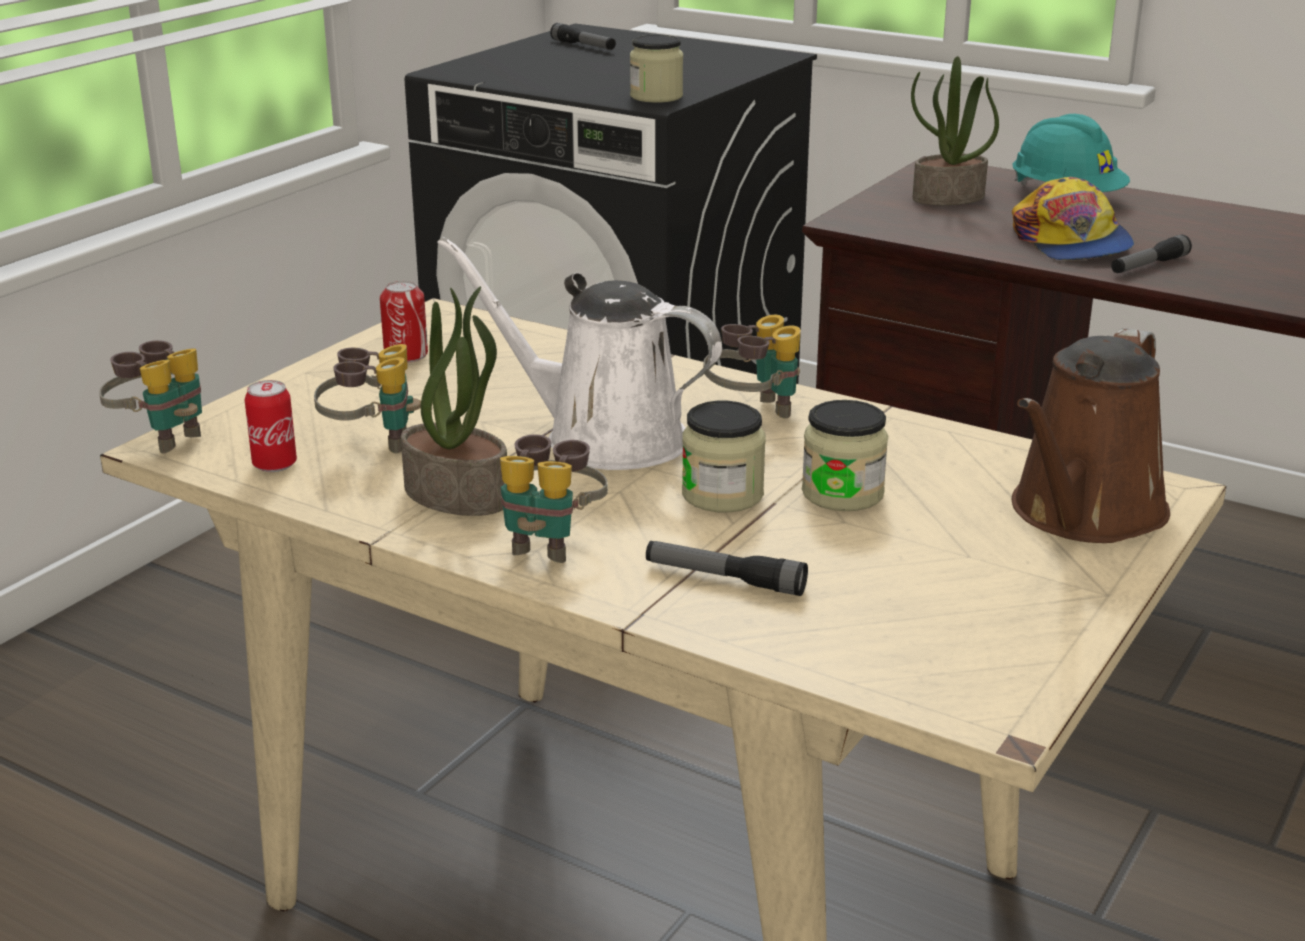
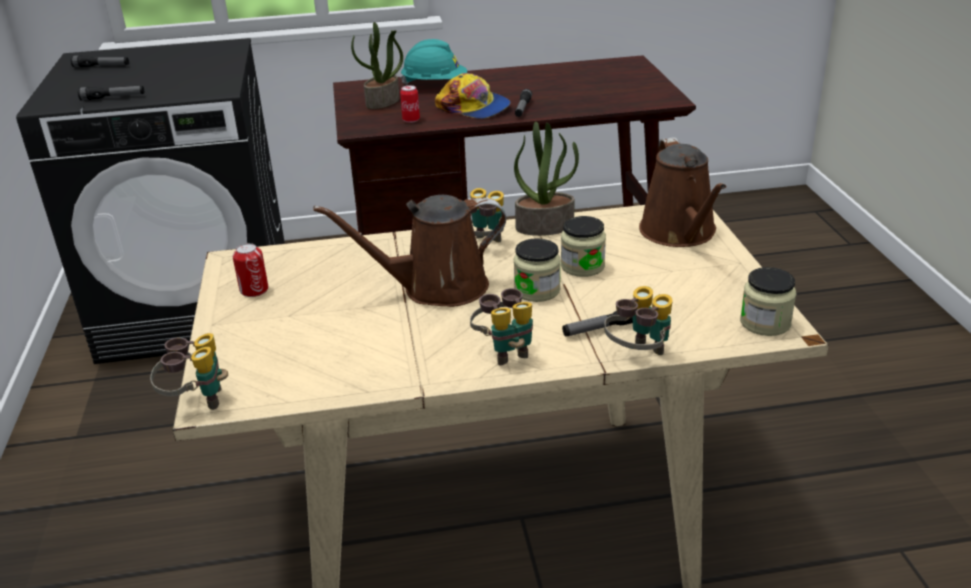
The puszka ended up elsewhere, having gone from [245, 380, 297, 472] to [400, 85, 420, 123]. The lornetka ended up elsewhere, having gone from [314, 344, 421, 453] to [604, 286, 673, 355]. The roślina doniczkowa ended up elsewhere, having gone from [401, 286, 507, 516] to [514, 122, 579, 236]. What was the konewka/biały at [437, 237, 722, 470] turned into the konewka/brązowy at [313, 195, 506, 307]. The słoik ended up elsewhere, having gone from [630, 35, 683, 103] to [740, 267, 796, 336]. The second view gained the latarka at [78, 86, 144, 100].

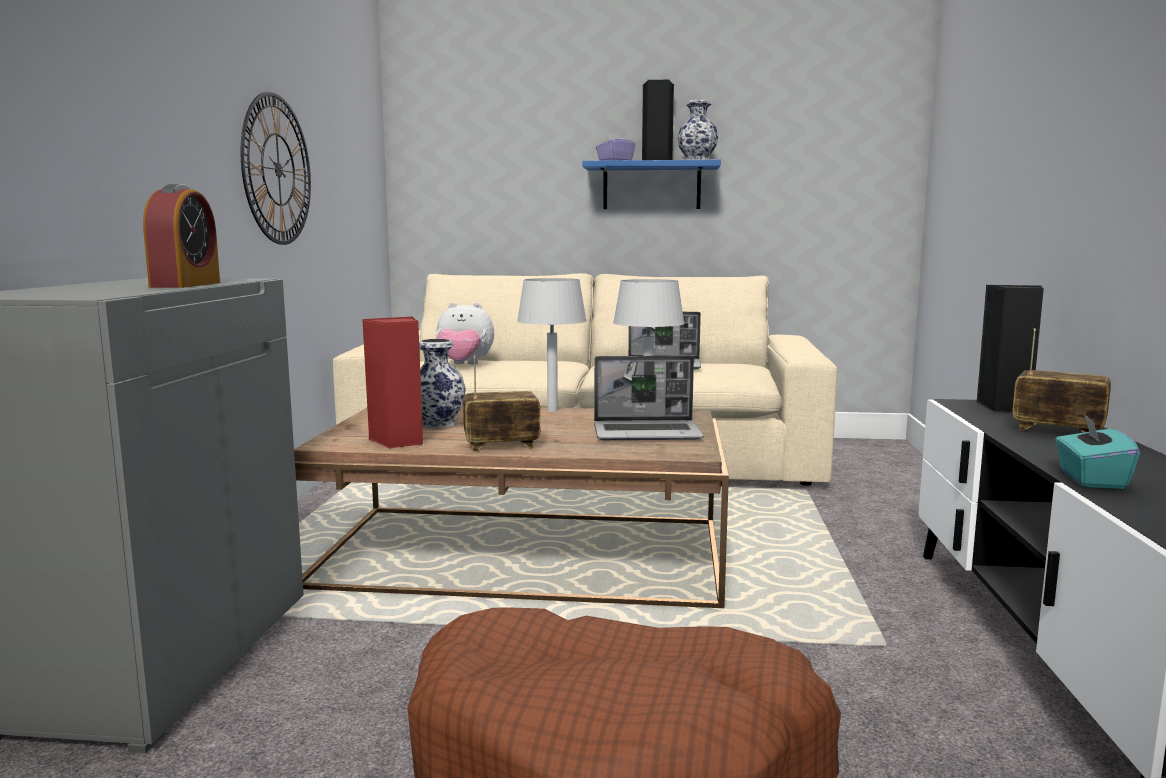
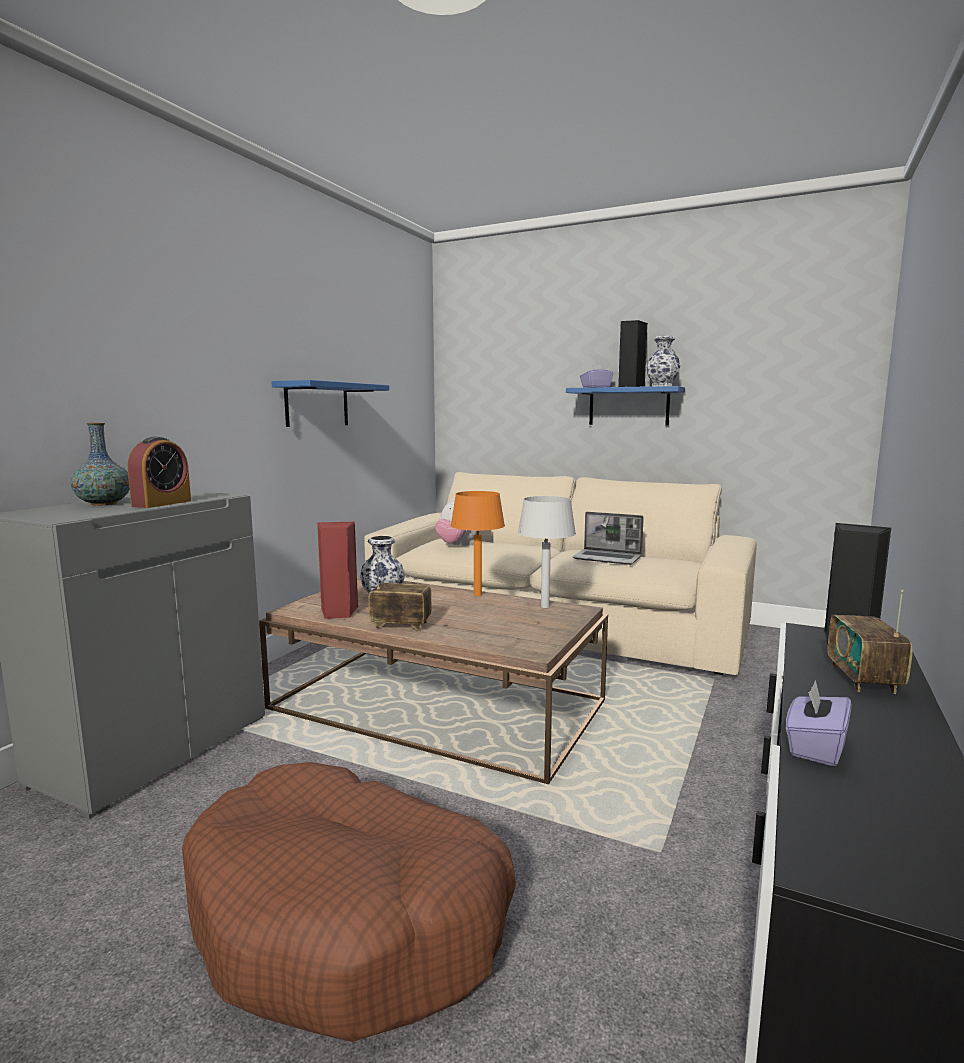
Where the zegar ścienny hung at [241, 92, 311, 245], the półka/niebieski came to hang at [271, 380, 389, 427]. What was the lampa stołowa/szary at [517, 278, 587, 412] turned into the lampa stołowa/pomarańczowy at [450, 491, 505, 596]. The second view lost the laptop at [594, 356, 704, 440]. The radio at [1012, 328, 1111, 433] ended up facing another way, 135 degrees counterclockwise from before. What was the pudełko chusteczek/turkusowy at [1055, 414, 1140, 489] turned into the pudełko chusteczek/fioletowy at [786, 680, 852, 766]. The second view gained the wazon at [70, 423, 130, 506].

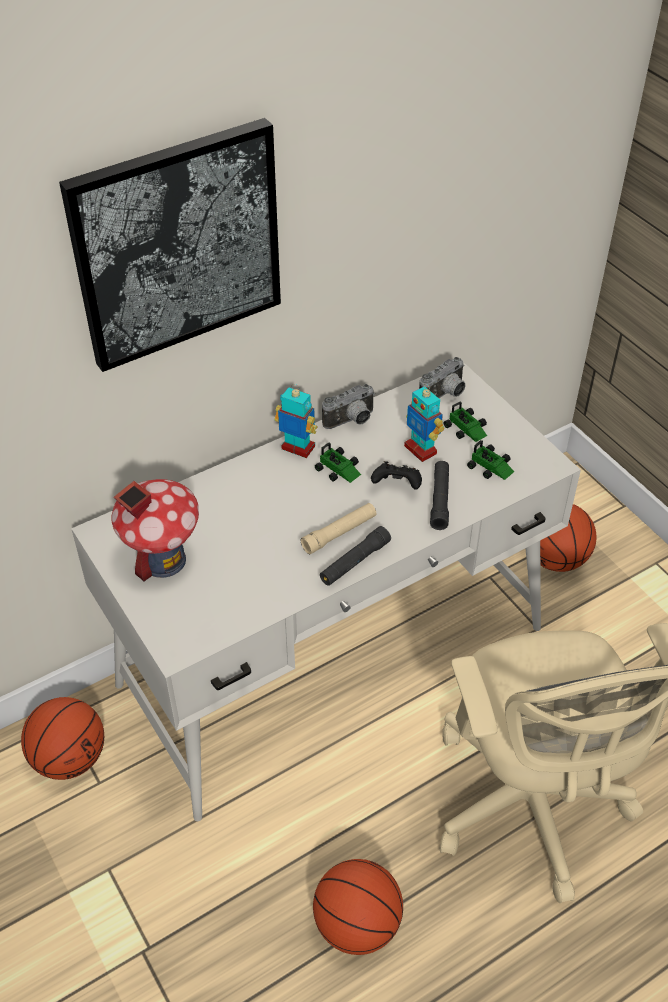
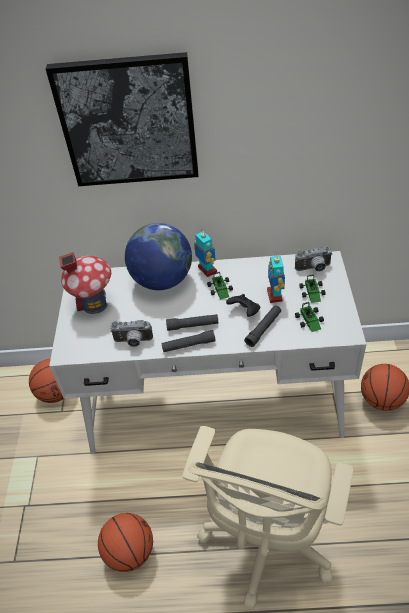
What was the latarka/beżowy at [300, 503, 376, 554] turned into the latarka/czarny at [166, 314, 218, 331]. The aparat fotograficzny ended up elsewhere, having gone from [322, 384, 375, 429] to [110, 320, 153, 347]. The second view gained the globus at [125, 223, 192, 290].

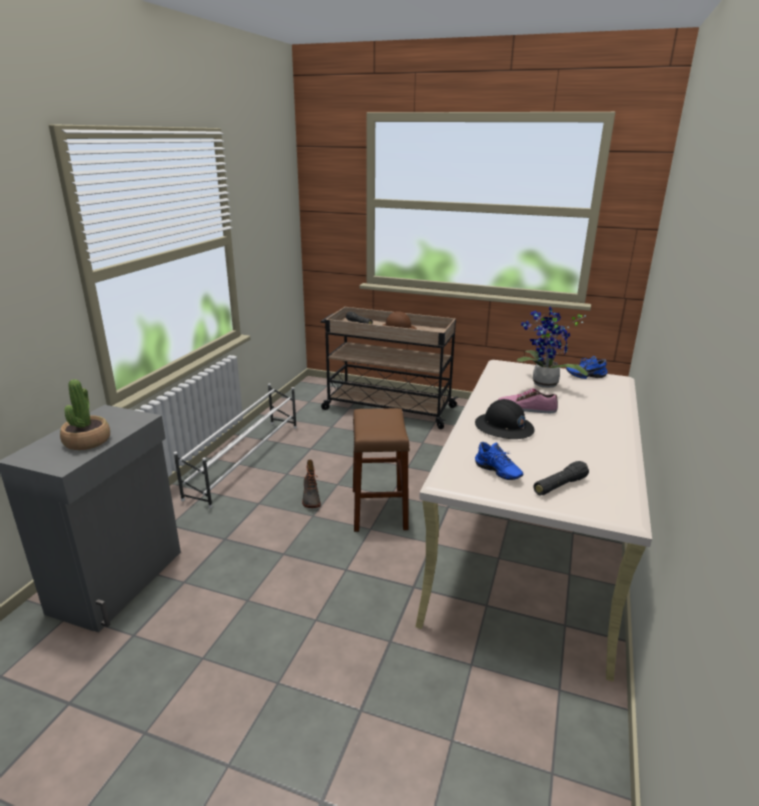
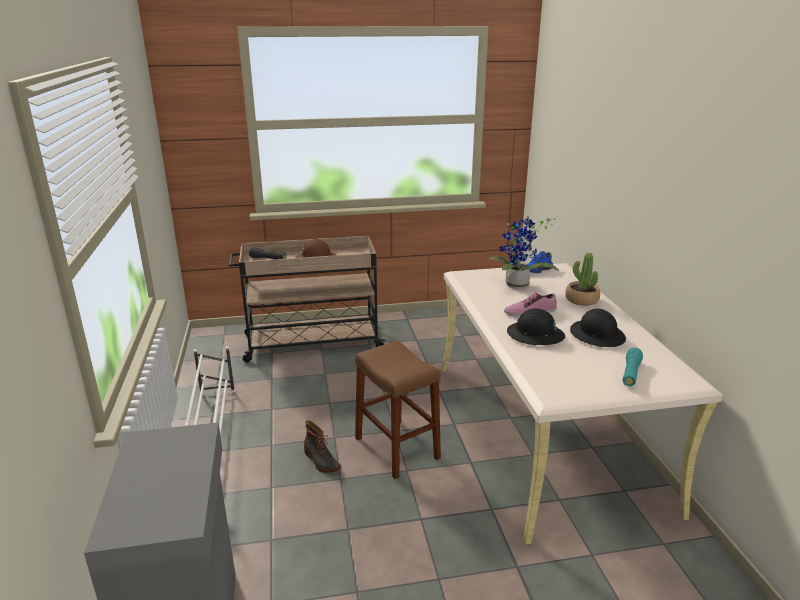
The roślina doniczkowa ended up elsewhere, having gone from [60, 379, 110, 450] to [565, 253, 600, 306]. The second view lost the but/niebieski at [475, 442, 523, 480]. What was the latarka/czarny at [534, 461, 589, 495] turned into the latarka/turkusowy at [623, 348, 643, 386]. The second view gained the kask/czarny at [570, 309, 626, 347].

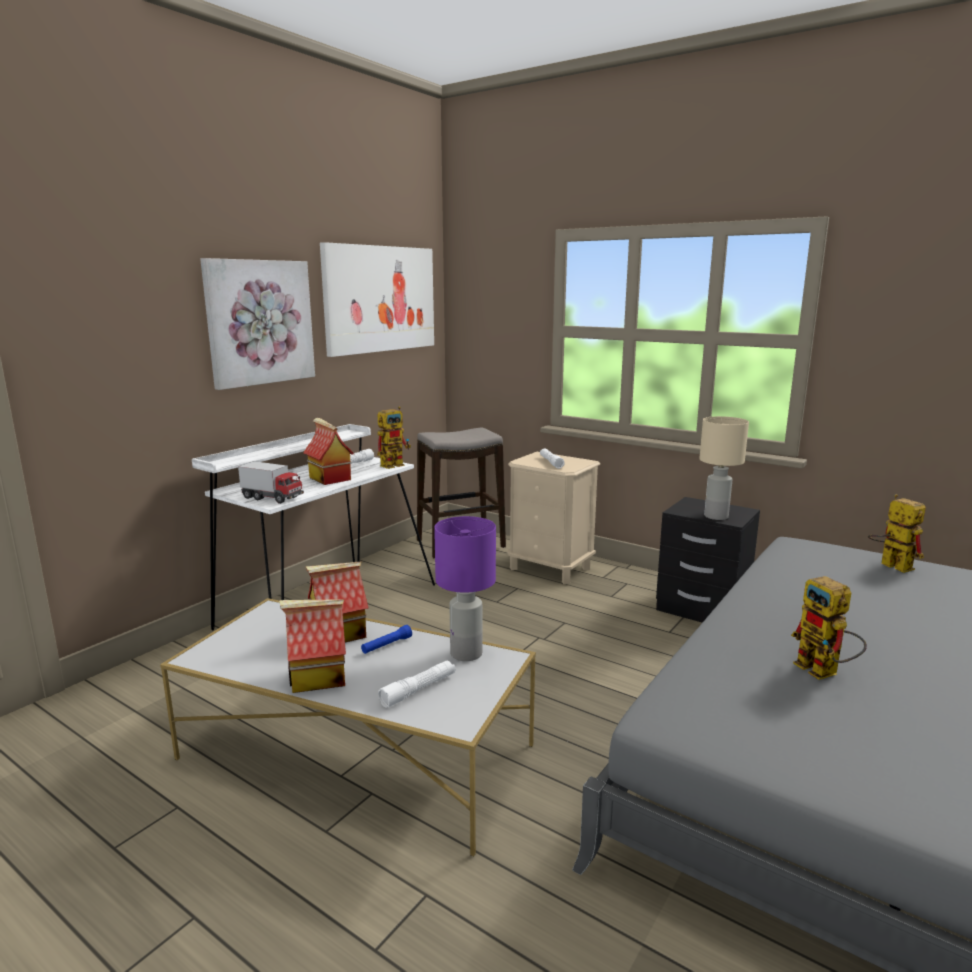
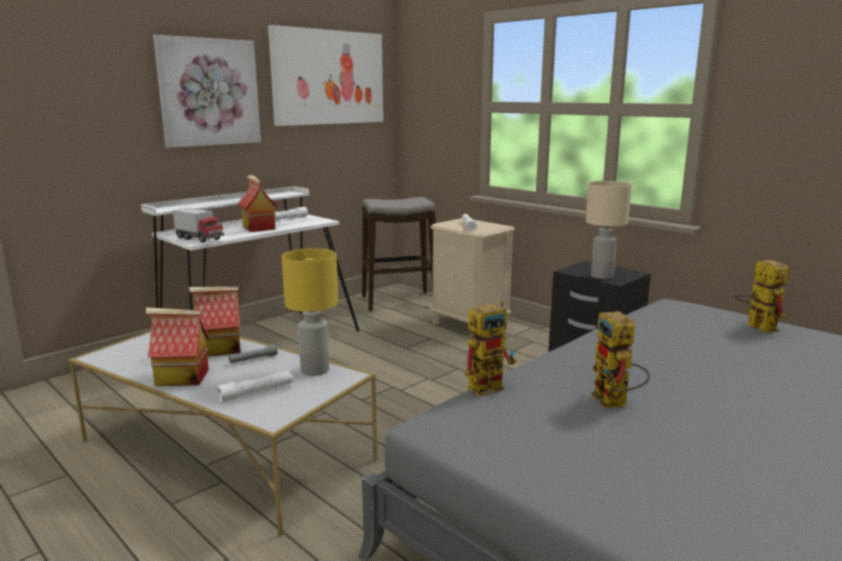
What was the latarka/niebieski at [361, 625, 412, 654] turned into the latarka/szary at [228, 344, 277, 364]. The robot zabawkowy ended up elsewhere, having gone from [377, 406, 411, 469] to [465, 300, 516, 397]. What was the lampa stołowa/fioletowy at [434, 516, 496, 661] turned into the lampa stołowa/żółty at [282, 248, 338, 376].

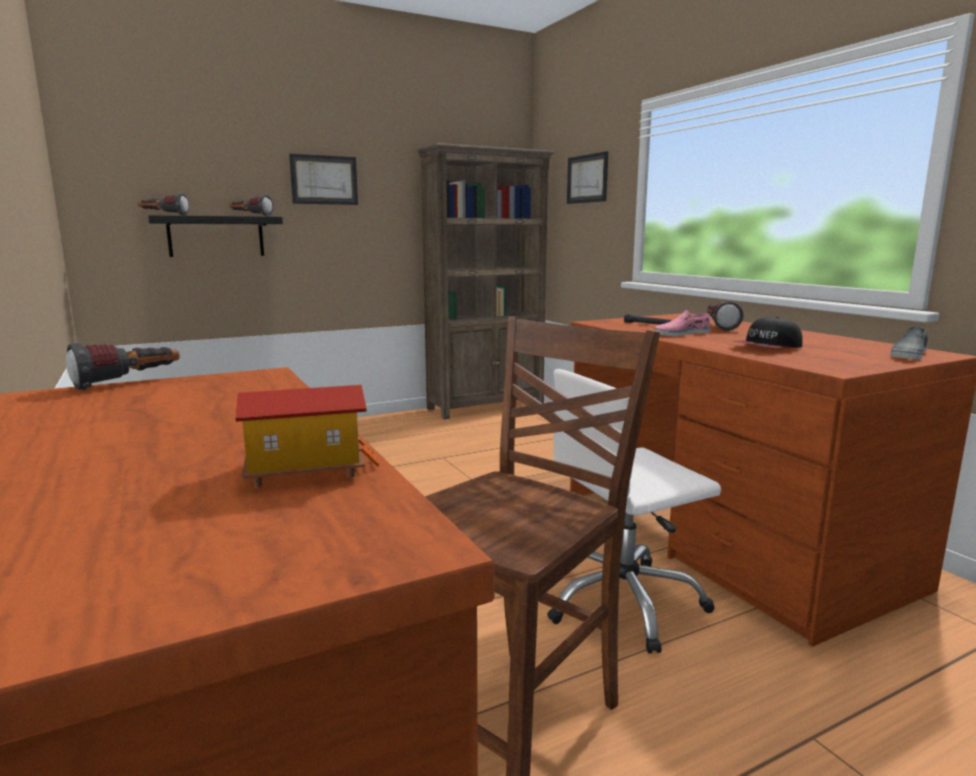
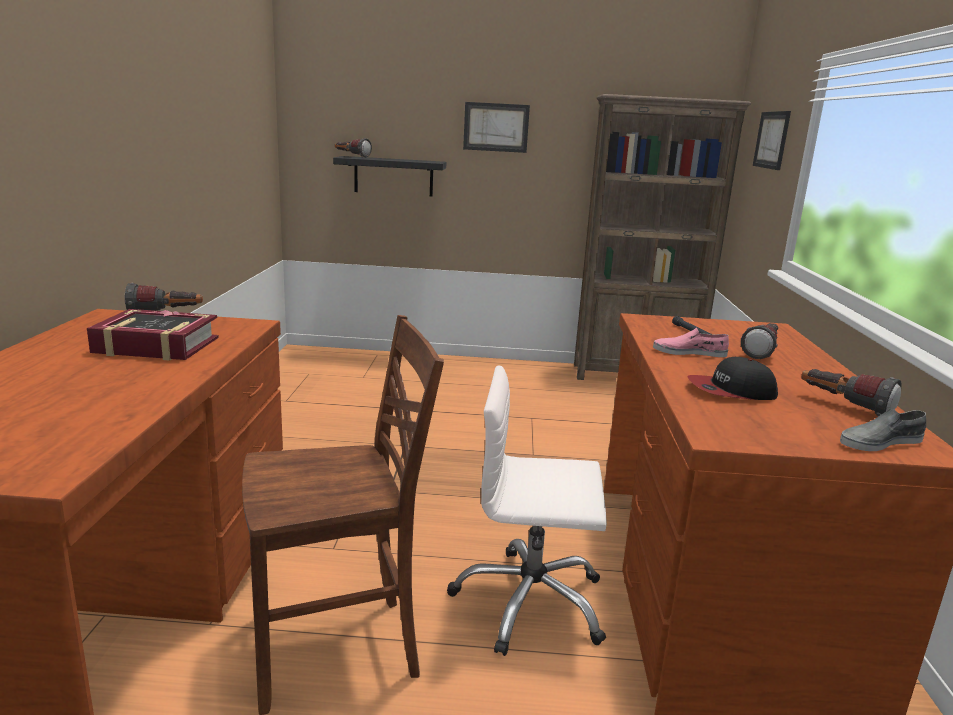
The latarka ended up elsewhere, having gone from [229, 195, 273, 216] to [801, 369, 902, 416]. The second view lost the domek at [235, 385, 380, 487]. The second view gained the książka at [87, 309, 219, 361].

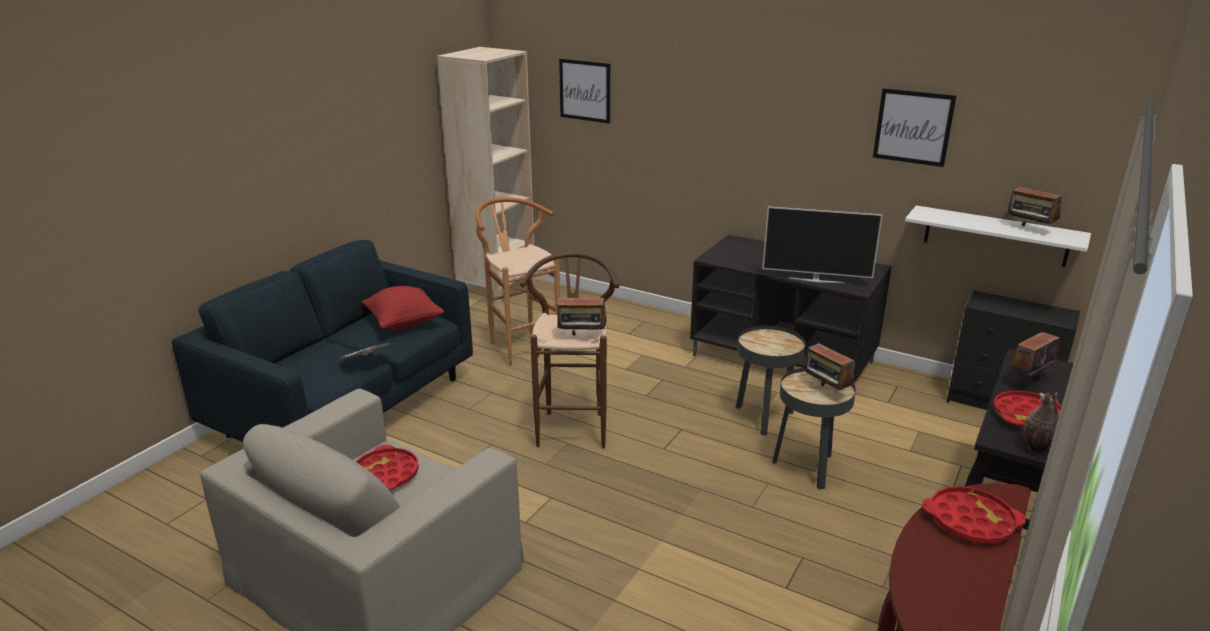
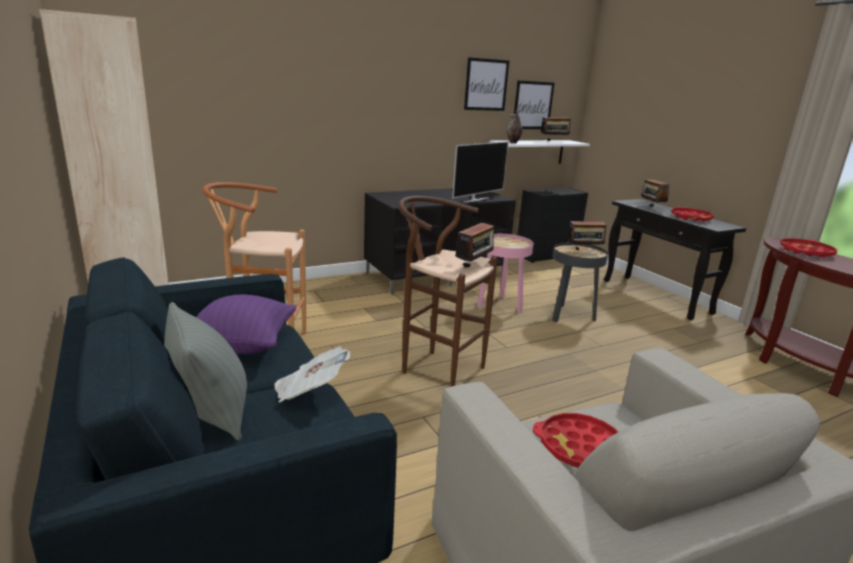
What was the poduszka/czerwony at [362, 286, 444, 331] turned into the poduszka/fioletowy at [196, 294, 297, 354]. The obraz ended up elsewhere, having gone from [559, 58, 610, 123] to [514, 80, 555, 129]. What was the stolik/czarny at [736, 326, 805, 435] turned into the stolik/różowy at [477, 234, 534, 313]. The wazon ended up elsewhere, having gone from [1024, 392, 1059, 454] to [507, 110, 523, 144]. The second view gained the poduszka/szary at [164, 302, 247, 441].

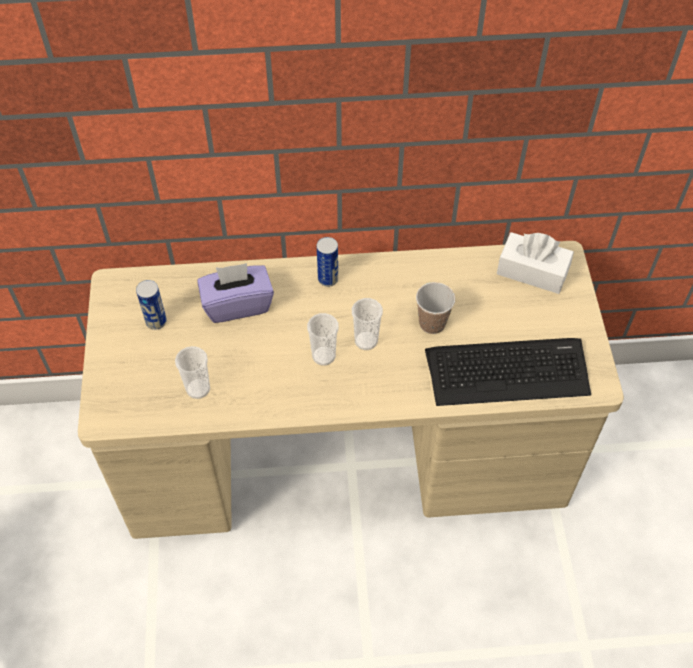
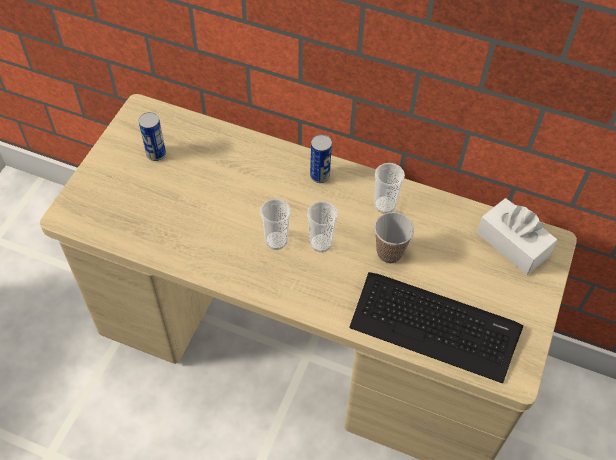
The filiżanka ended up elsewhere, having gone from [175, 346, 210, 399] to [374, 163, 405, 214]. The second view lost the pudełko chusteczek/fioletowy at [197, 263, 274, 323].

